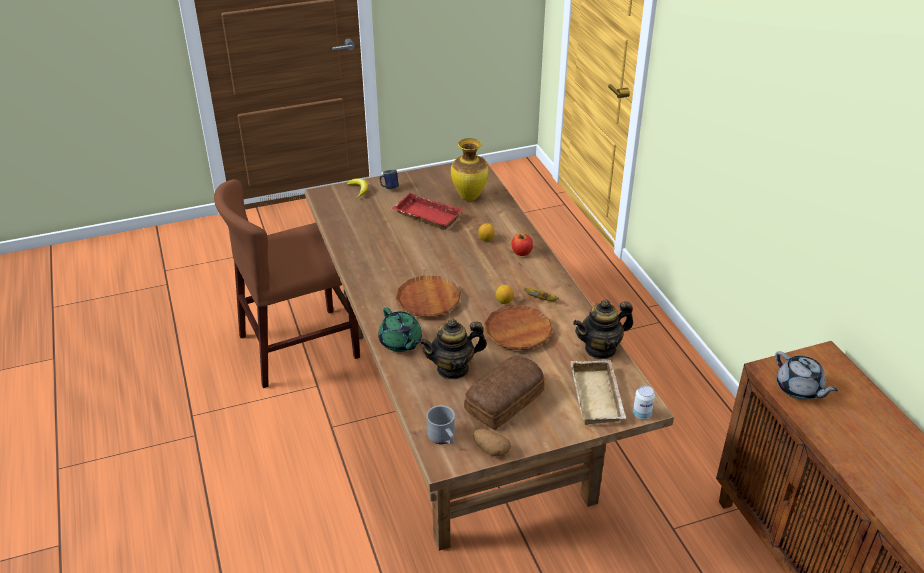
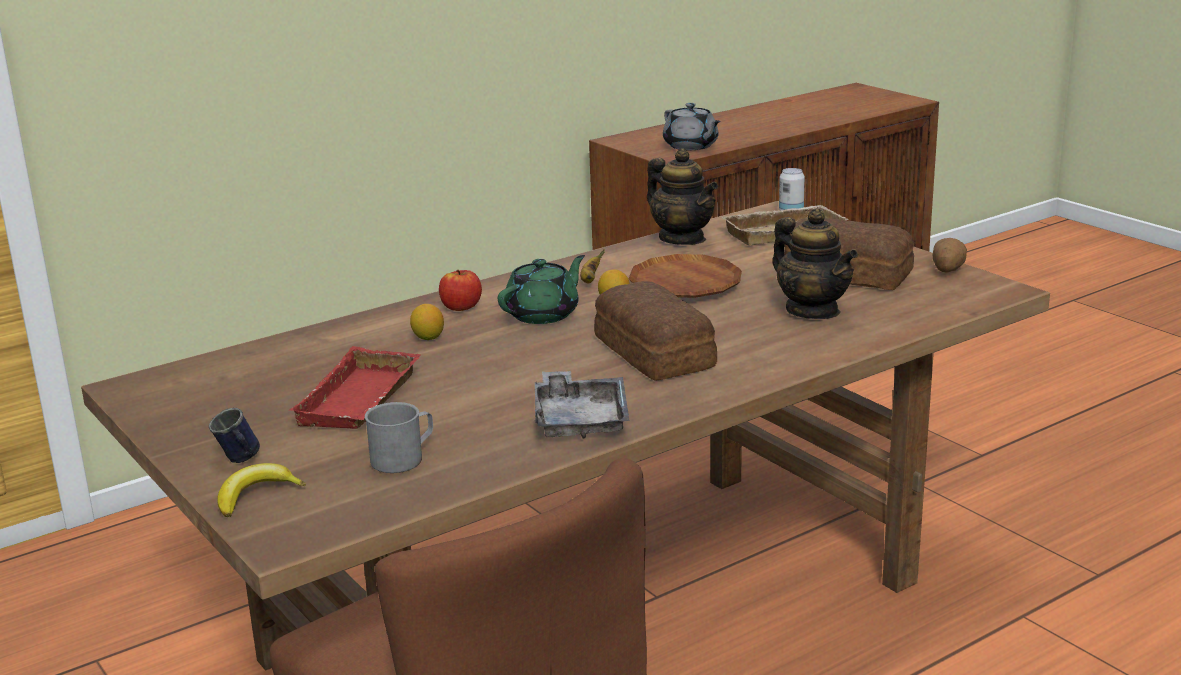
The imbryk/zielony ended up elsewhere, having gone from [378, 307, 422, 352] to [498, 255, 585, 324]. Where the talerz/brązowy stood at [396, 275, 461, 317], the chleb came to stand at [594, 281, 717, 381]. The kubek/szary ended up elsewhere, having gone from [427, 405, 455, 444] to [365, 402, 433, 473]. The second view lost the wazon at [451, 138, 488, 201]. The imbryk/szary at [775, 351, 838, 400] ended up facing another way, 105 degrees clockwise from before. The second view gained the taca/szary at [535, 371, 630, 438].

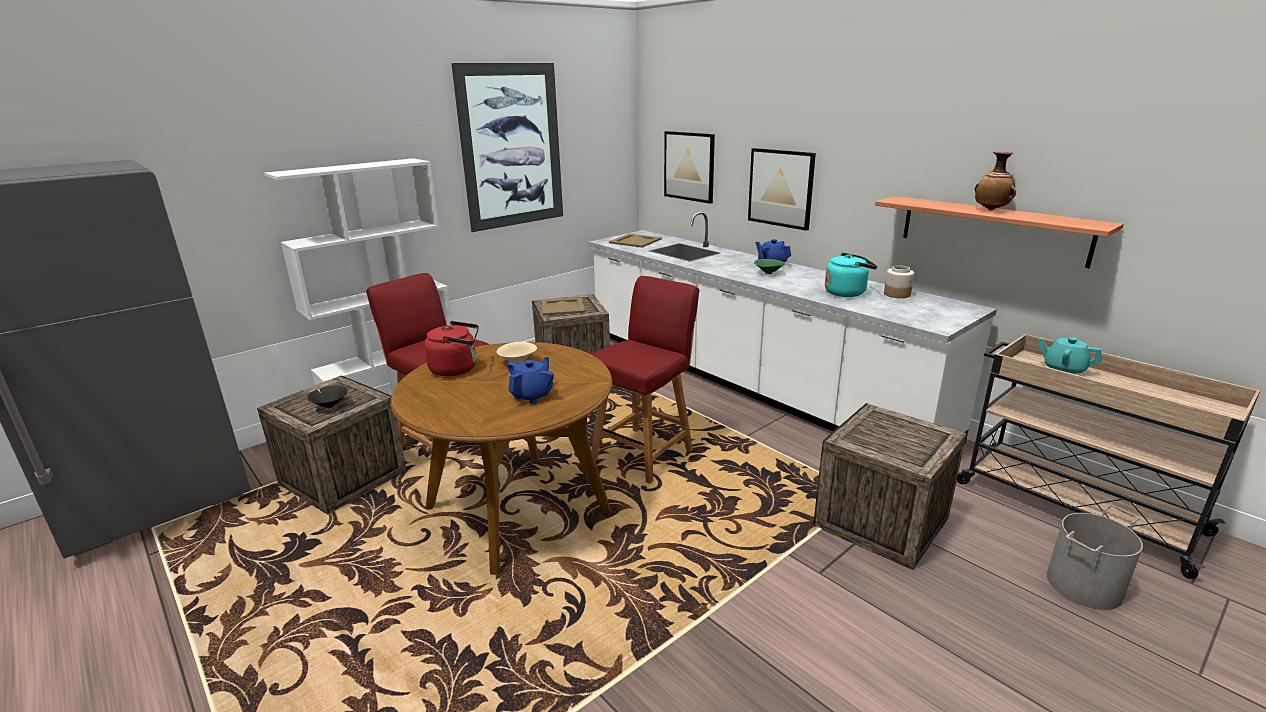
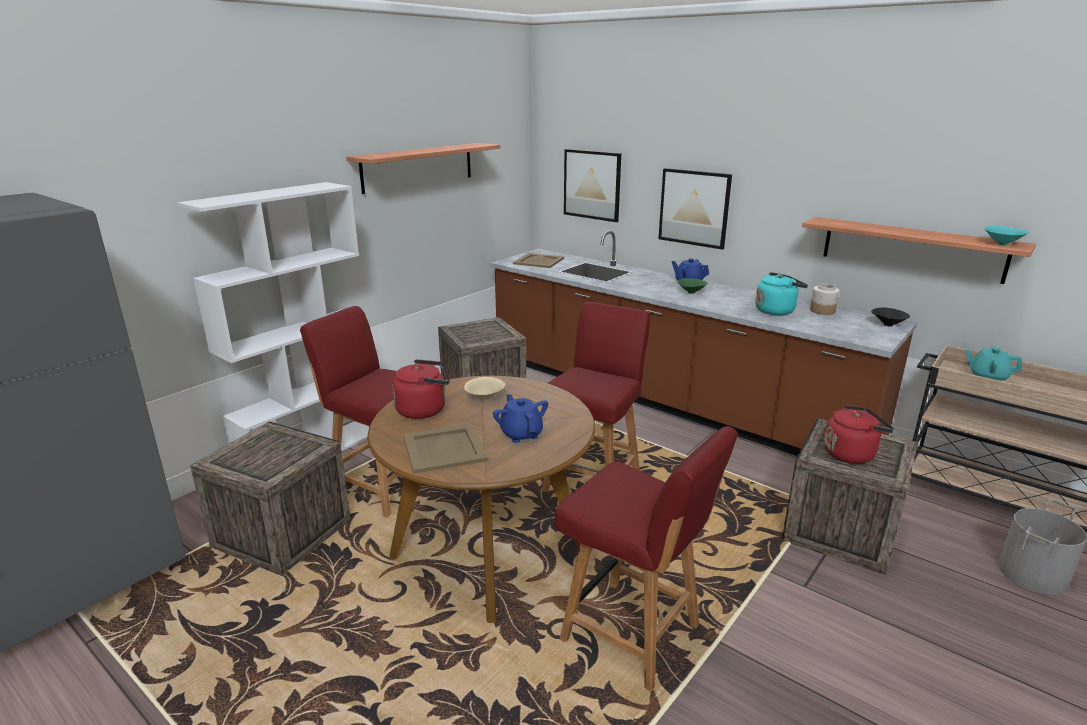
The miska/czarny ended up elsewhere, having gone from [307, 386, 348, 408] to [871, 308, 910, 327]. Where the obraz hung at [451, 63, 563, 232], the półka came to hang at [346, 143, 501, 194]. The imbryk/niebieski at [507, 357, 554, 403] ended up facing another way, 45 degrees counterclockwise from before. The taca/beżowy ended up elsewhere, having gone from [542, 298, 585, 315] to [403, 424, 488, 474]. What was the zabudowa kuchenna/biały at [589, 211, 997, 443] turned into the zabudowa kuchenna/brązowy at [490, 231, 917, 456]. The second view lost the wazon at [975, 152, 1016, 210]. The second view gained the krzesło/czerwony at [555, 426, 738, 691]. The second view gained the czajnik/czerwony at [824, 405, 894, 464]. The second view gained the miska/turkusowy at [984, 226, 1029, 245].

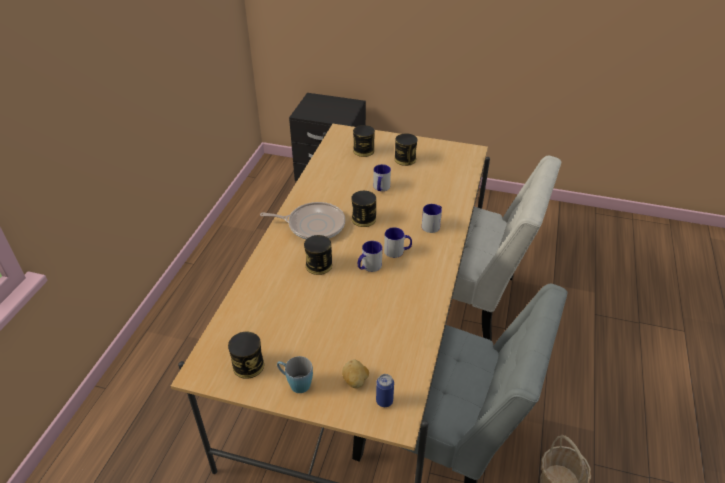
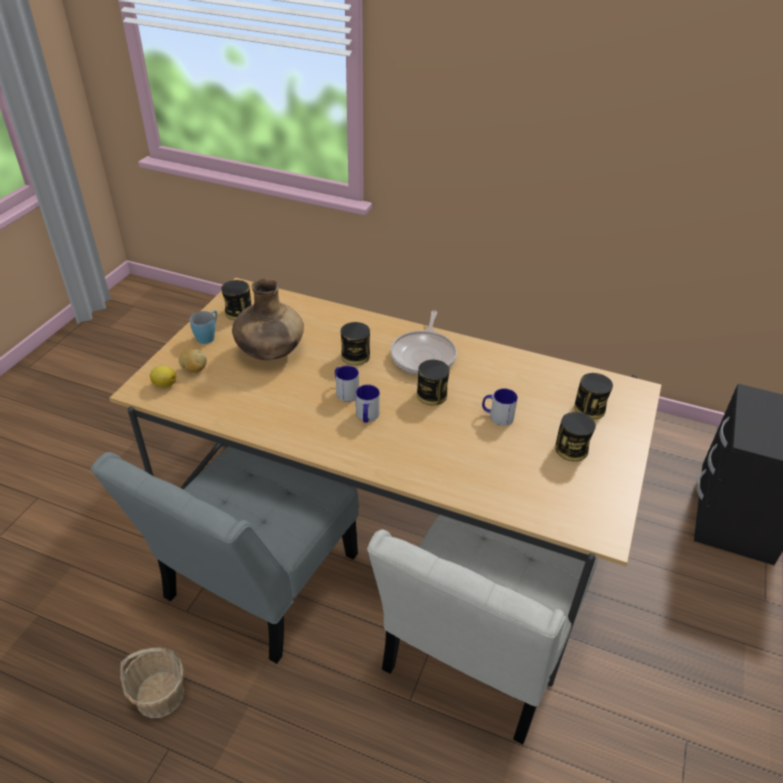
Where the puszka stood at [376, 374, 394, 407], the cytryna came to stand at [150, 365, 176, 388]. The second view lost the kubek at [422, 204, 442, 233]. The second view gained the wazon/brązowy at [232, 279, 304, 360].

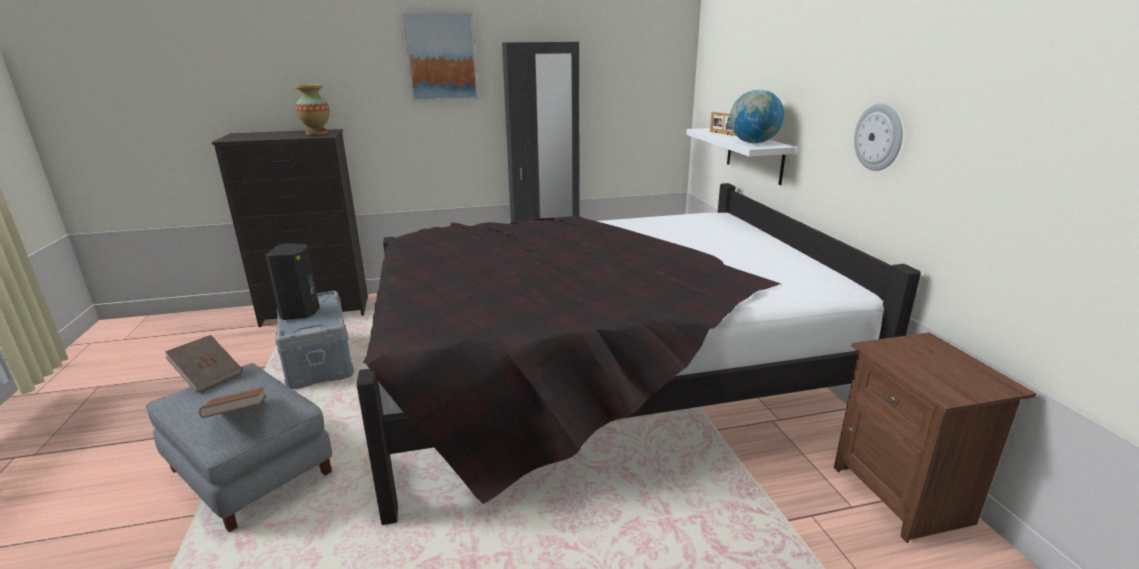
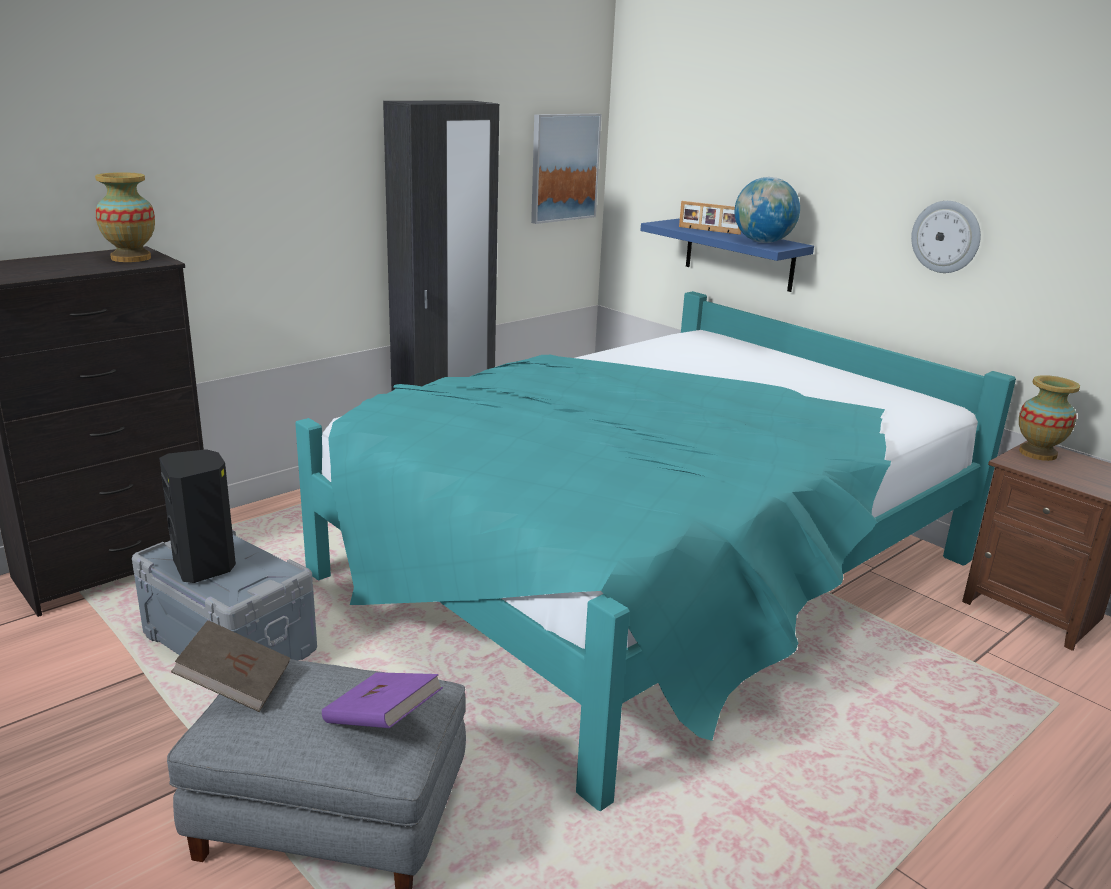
What was the książka/brązowy at [199, 387, 266, 418] turned into the książka/fioletowy at [322, 672, 443, 728]. What was the łóżko/czarny at [356, 183, 921, 525] turned into the łóżko/turkusowy at [295, 291, 1016, 811]. The obraz ended up elsewhere, having gone from [403, 13, 478, 101] to [531, 113, 601, 224]. What was the półka/biały at [686, 128, 796, 185] turned into the półka/niebieski at [640, 219, 814, 292]. The second view gained the wazon at [1019, 375, 1080, 461].

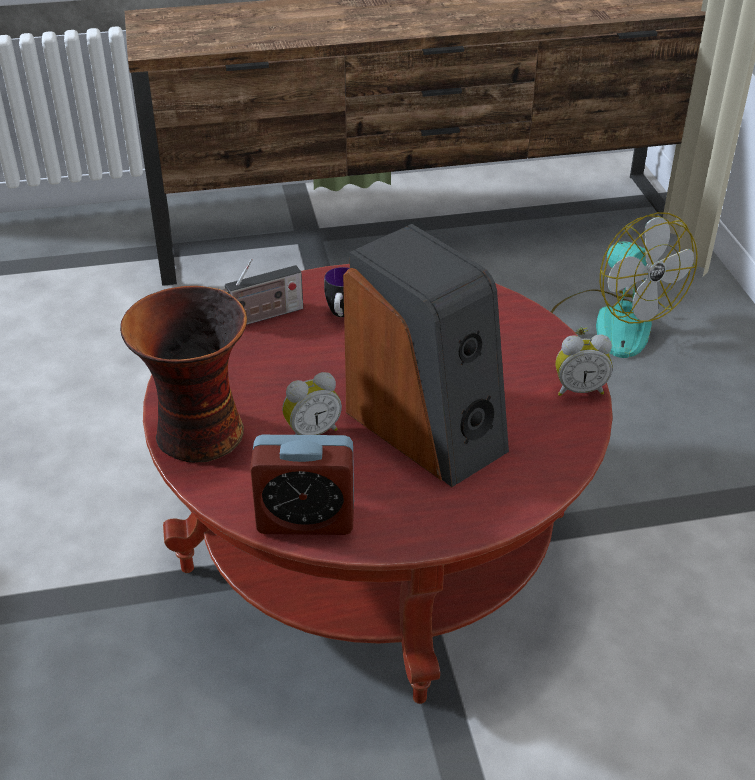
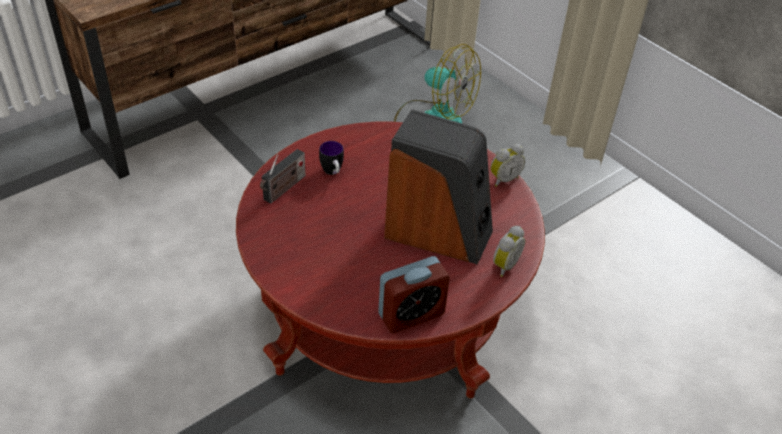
The second view lost the wazon at [120, 286, 247, 463]. The budzik ended up elsewhere, having gone from [282, 372, 342, 435] to [493, 226, 525, 277].

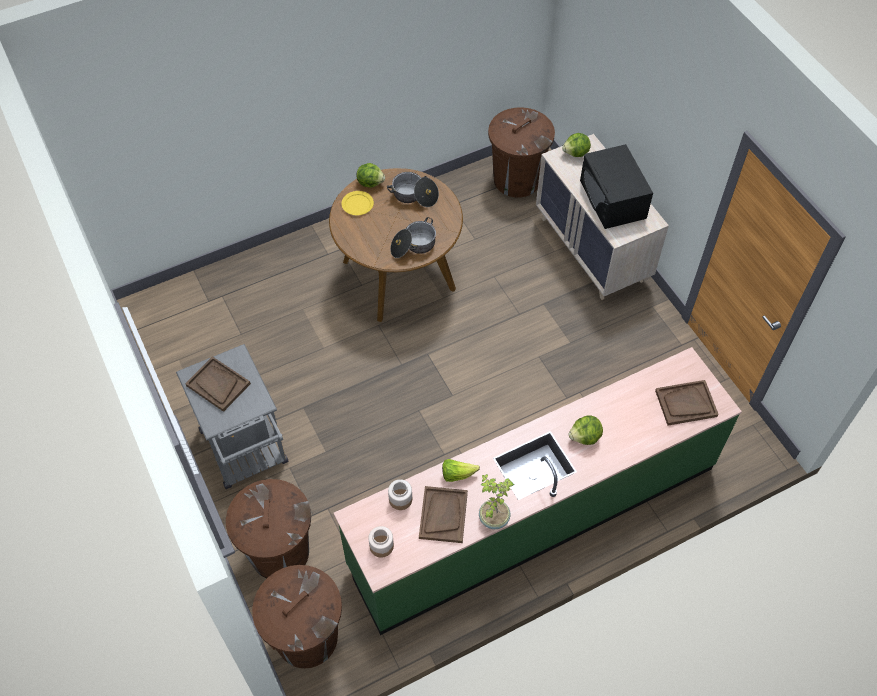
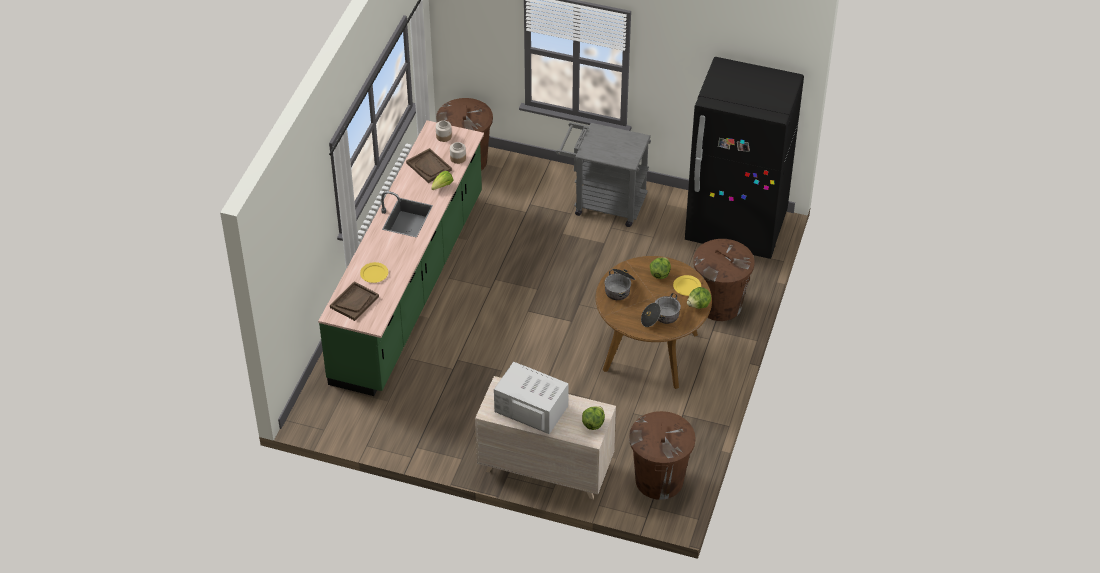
The second view lost the taca/brązowy at [185, 356, 251, 412]. The kosz na śmieci/brązowy ended up elsewhere, having gone from [226, 479, 311, 579] to [693, 239, 754, 321]. The second view lost the roślina doniczkowa at [478, 474, 514, 529]. The sałata ended up elsewhere, having gone from [568, 415, 603, 445] to [650, 257, 671, 279]. What was the mikrofalówka/czarny at [580, 144, 653, 229] turned into the mikrofalówka/biały at [494, 362, 569, 434]. The second view gained the talerz/żółty at [360, 262, 388, 283]. The second view gained the lodówka/czarny at [685, 57, 804, 259].

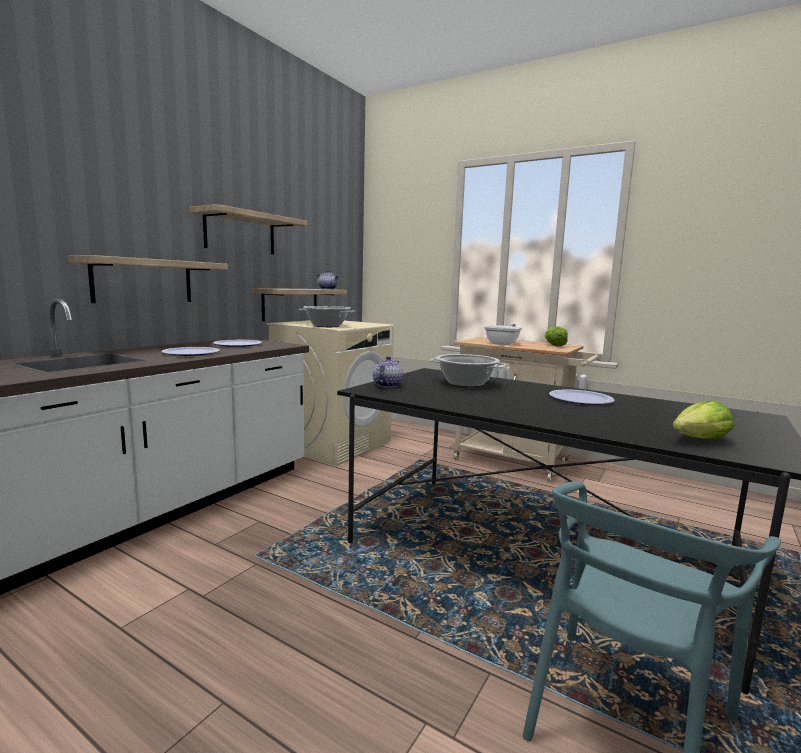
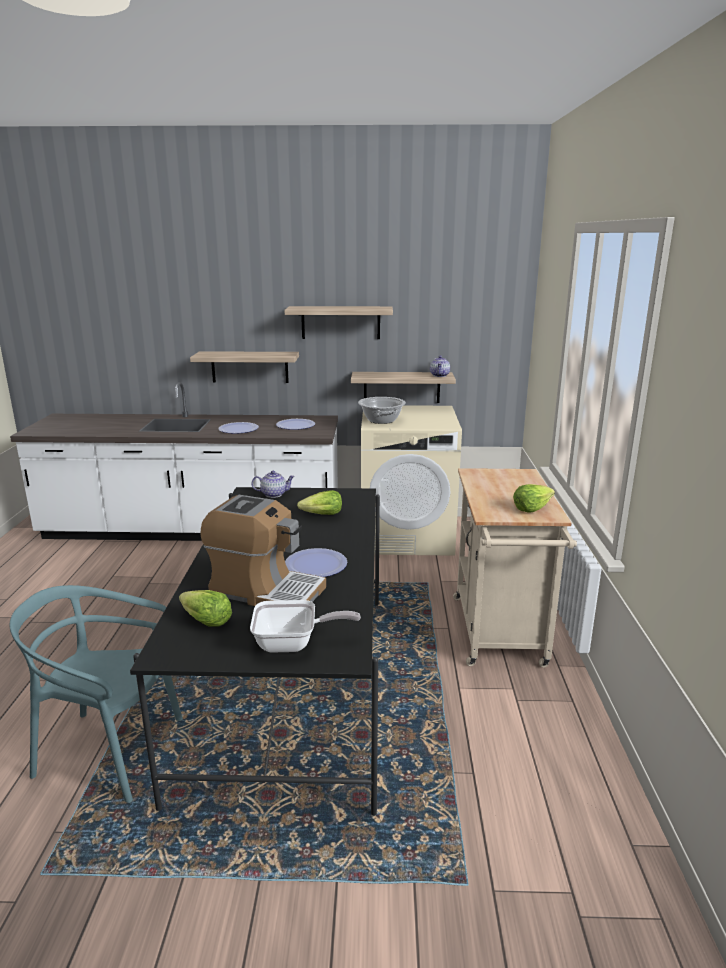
Where the garnek stood at [429, 354, 506, 387], the sałata came to stand at [297, 490, 342, 515]. The patelnia ended up elsewhere, having gone from [484, 323, 522, 345] to [250, 600, 361, 653]. The second view gained the ekspres do kawy at [200, 495, 326, 606].

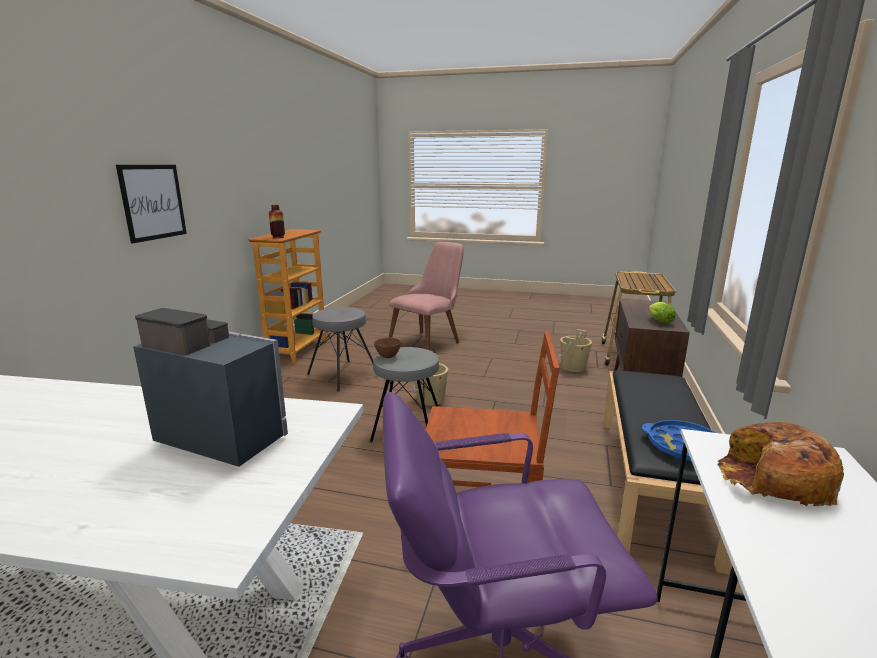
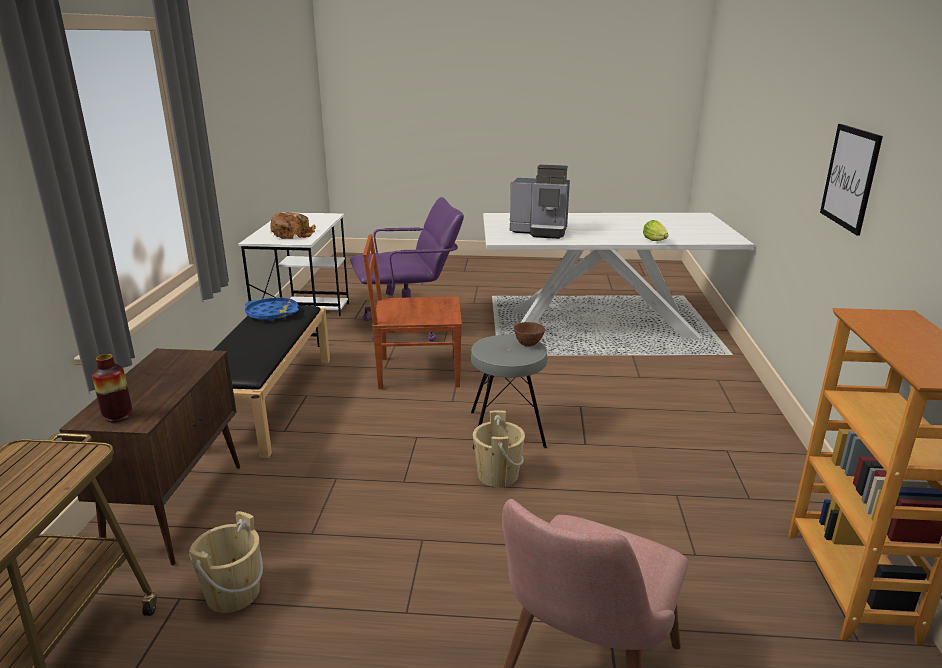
The wazon ended up elsewhere, having gone from [269, 204, 285, 238] to [92, 354, 132, 423]. The second view lost the stołek/szary at [307, 307, 373, 391]. The sałata ended up elsewhere, having gone from [649, 302, 676, 324] to [643, 220, 668, 241].

